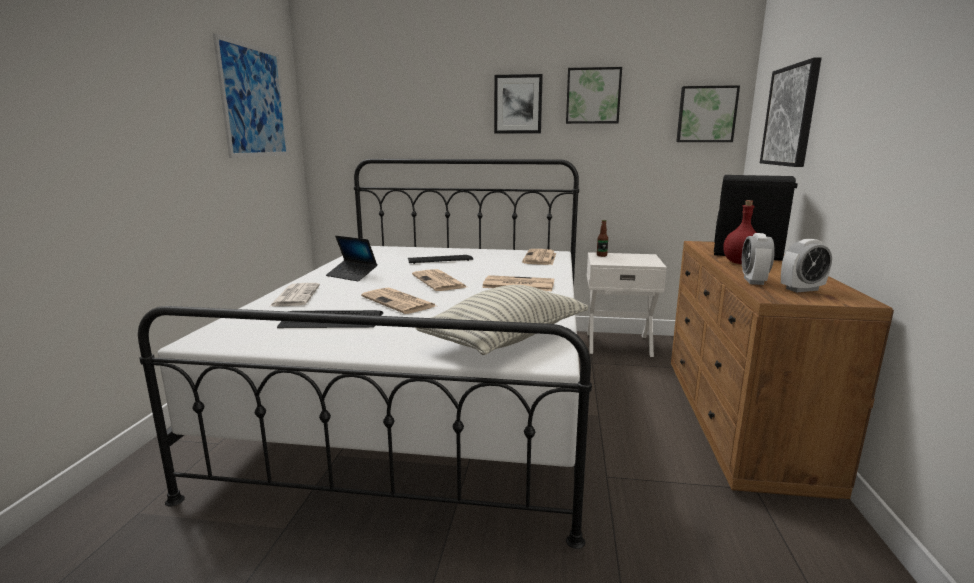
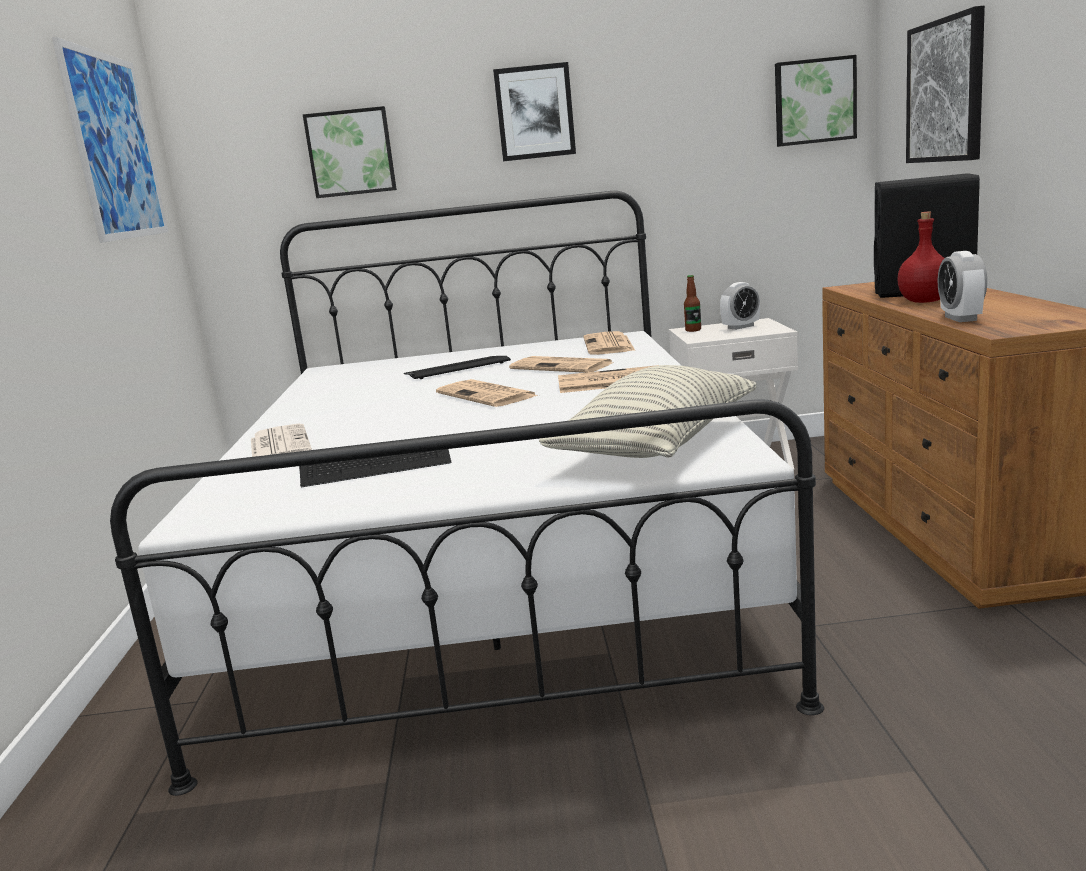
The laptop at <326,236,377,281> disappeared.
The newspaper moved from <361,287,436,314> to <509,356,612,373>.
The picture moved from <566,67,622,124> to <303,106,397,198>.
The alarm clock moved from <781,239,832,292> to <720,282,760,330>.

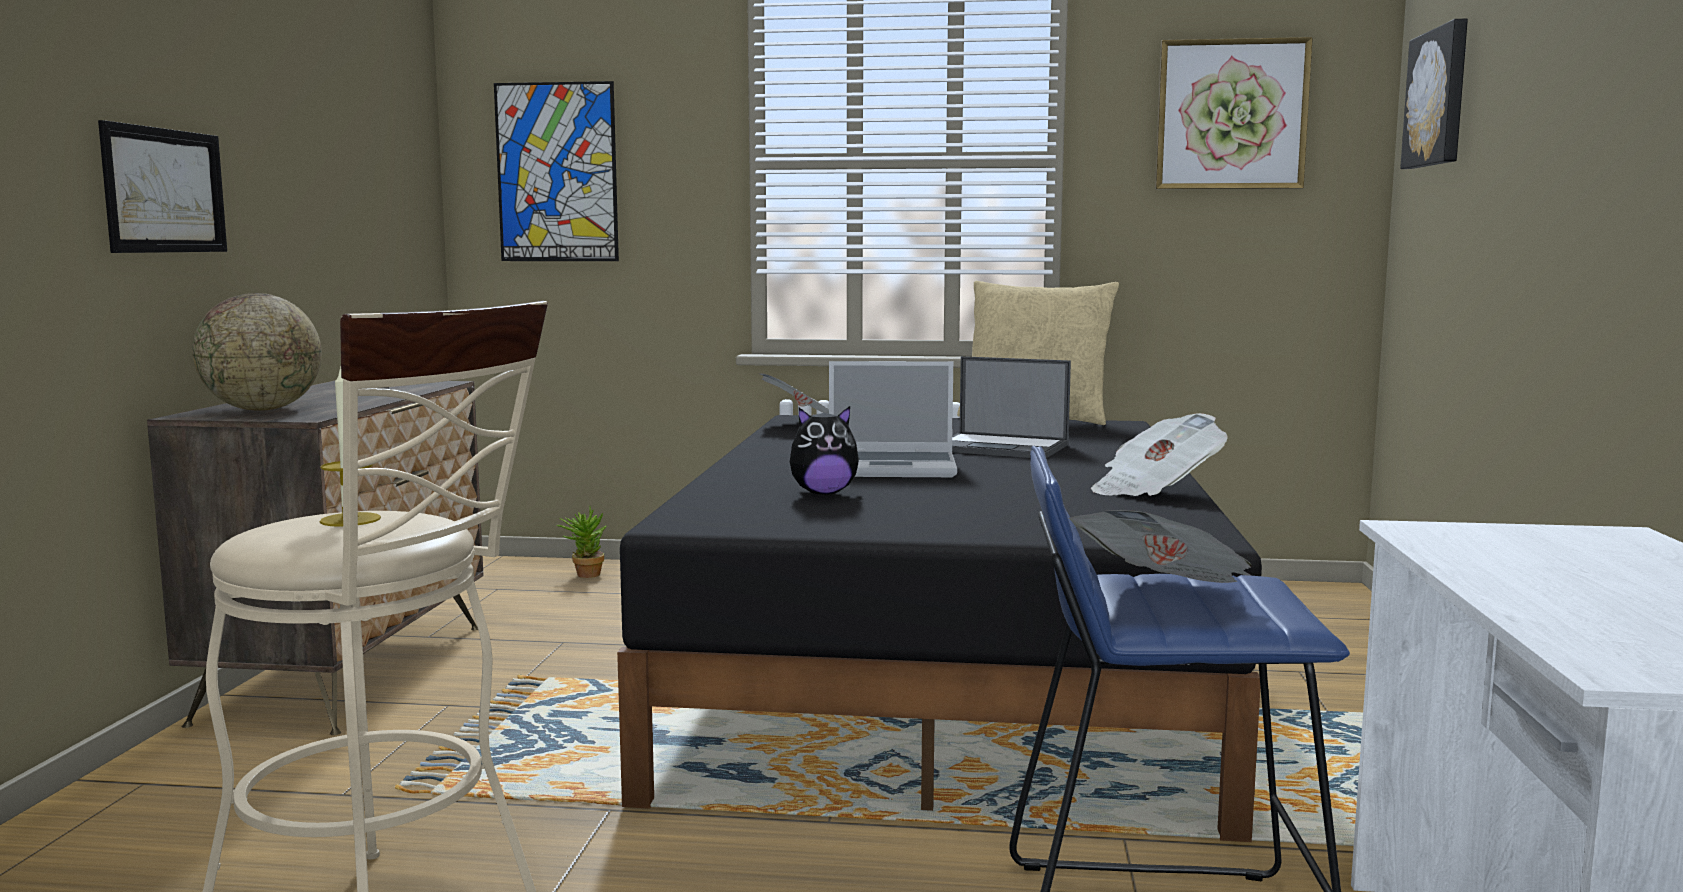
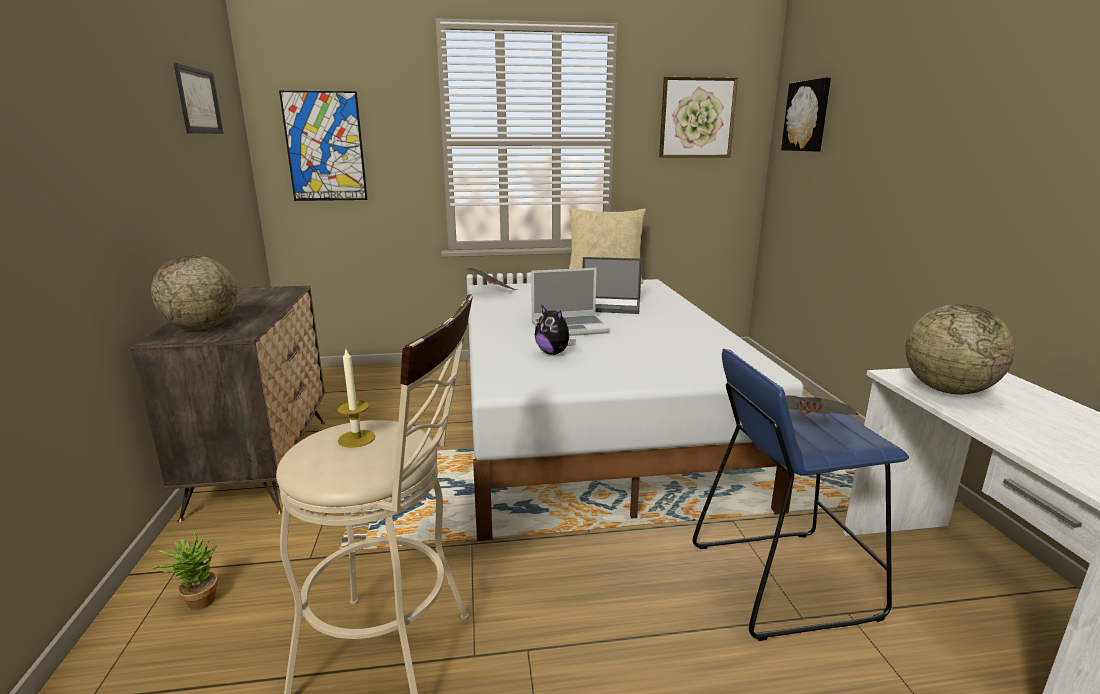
The newspaper at <1091,413,1228,496> disappeared.
The globe at <906,304,1015,395> appeared.
The picture moved from <98,120,227,253> to <174,63,224,134>.
The potted plant moved from <557,507,606,578> to <152,528,218,610>.
The bed/black at <617,415,1262,842> became the bed/white at <467,279,804,541>.
The plush toy at <790,406,860,495> turned 75 degrees clockwise.

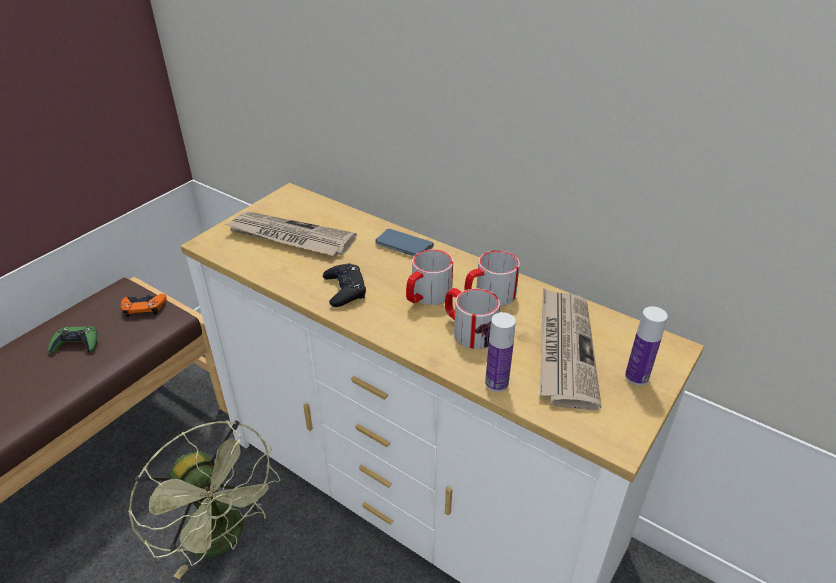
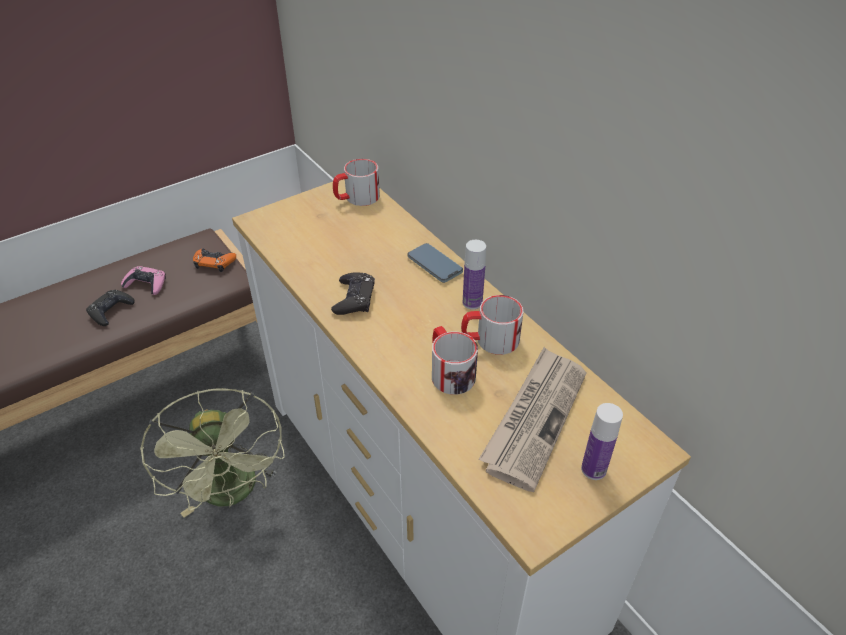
The newspaper at <225,212,357,256> disappeared.
The game controller/black at <86,289,135,326> appeared.
The mug moved from <406,249,453,305> to <333,159,380,206>.
The bottle moved from <485,312,516,392> to <463,240,486,310>.
The game controller/green at <48,326,97,354> became the game controller/pink at <121,266,166,295>.

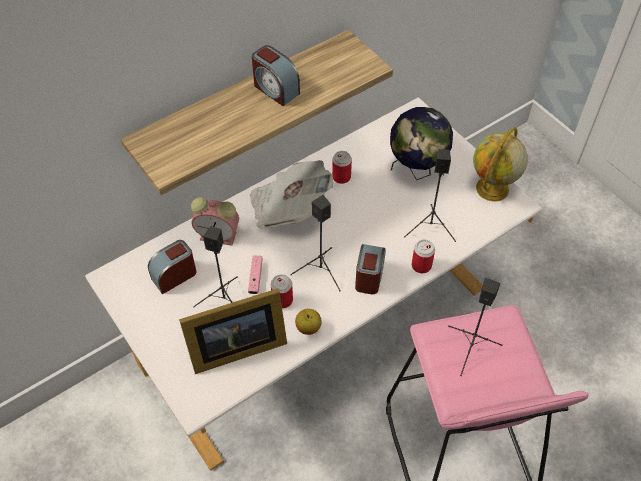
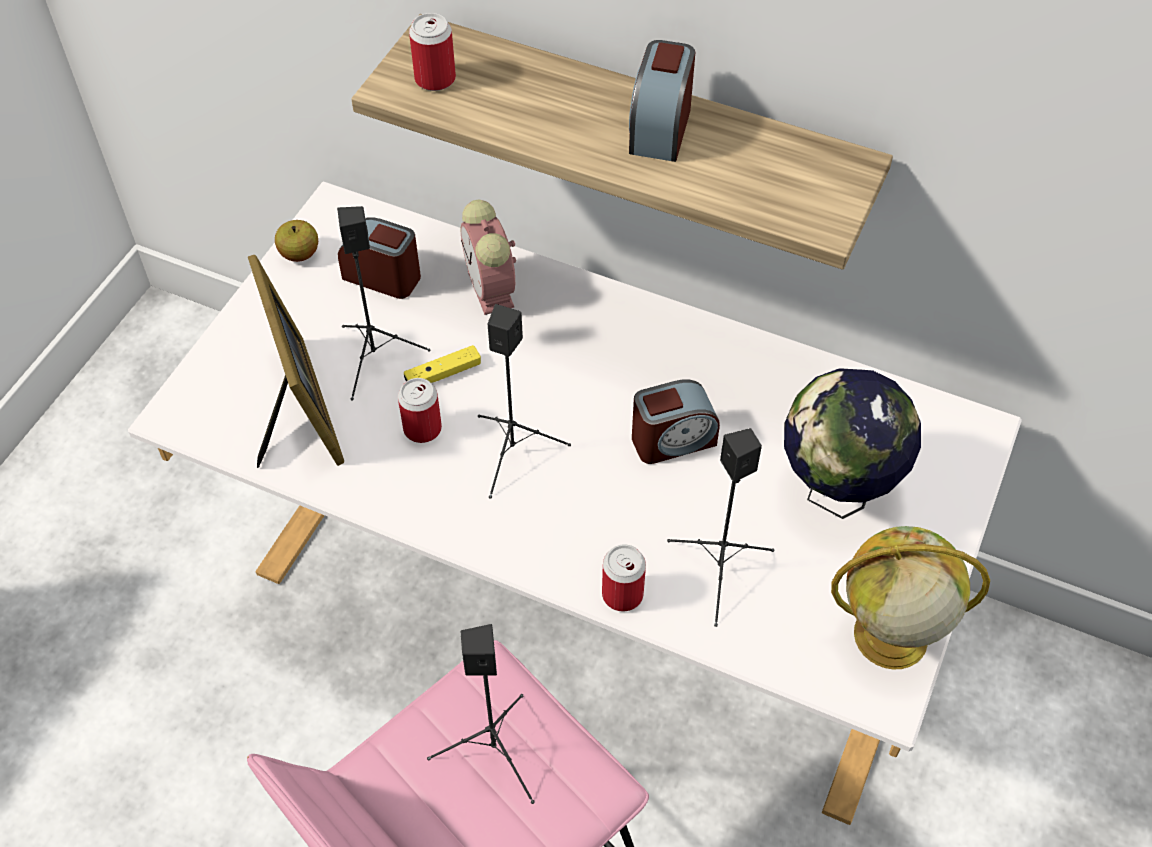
The newspaper at <250,160,333,228> disappeared.
The apple moved from <295,309,322,335> to <275,220,318,262>.
The can moved from <332,151,352,184> to <409,13,456,91>.
The alarm clock moved from <355,244,386,294> to <632,380,720,464>.
The game controller/pink at <248,256,262,294> became the game controller/yellow at <404,345,481,383>.
The picture frame at <179,288,287,374> turned 150 degrees counterclockwise.

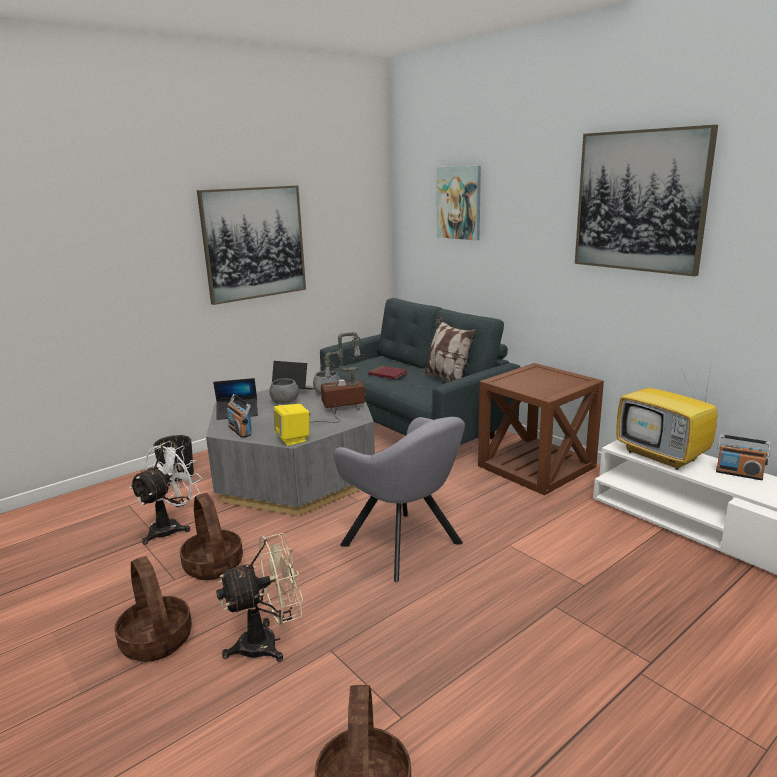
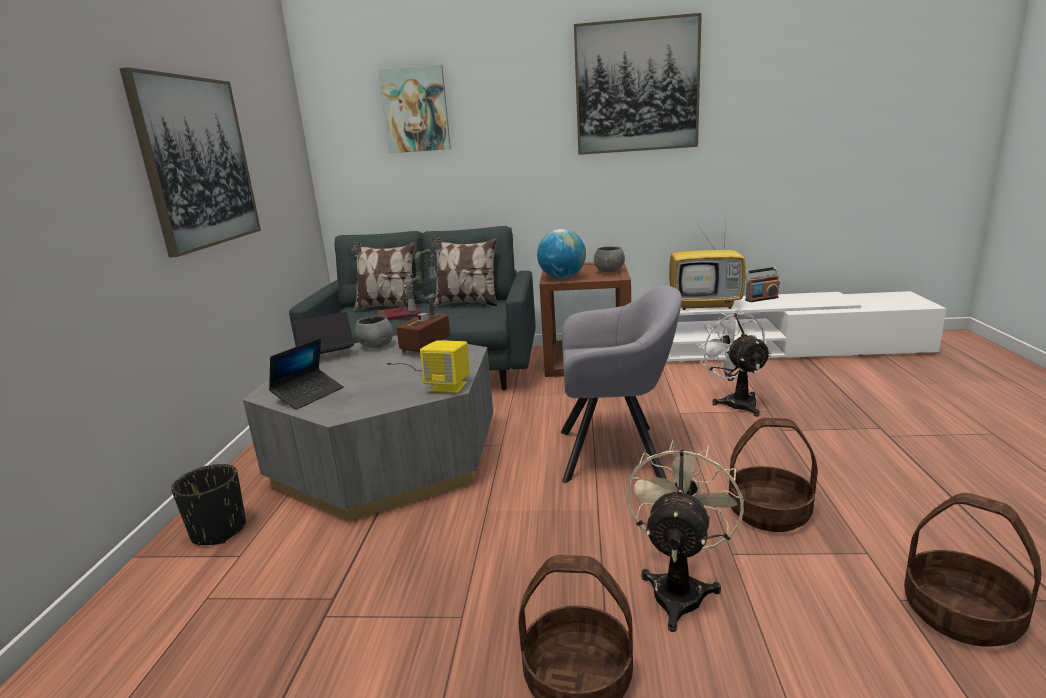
The radio at <227,394,252,438> disappeared.
The pillow at <351,242,416,311> appeared.
The globe at <537,229,586,279> appeared.
The fan/white moved from <129,441,202,545> to <697,311,772,417>.
The basket moved from <180,493,243,580> to <729,418,818,532>.
The bowl/grey moved from <269,378,299,404> to <594,246,625,272>.

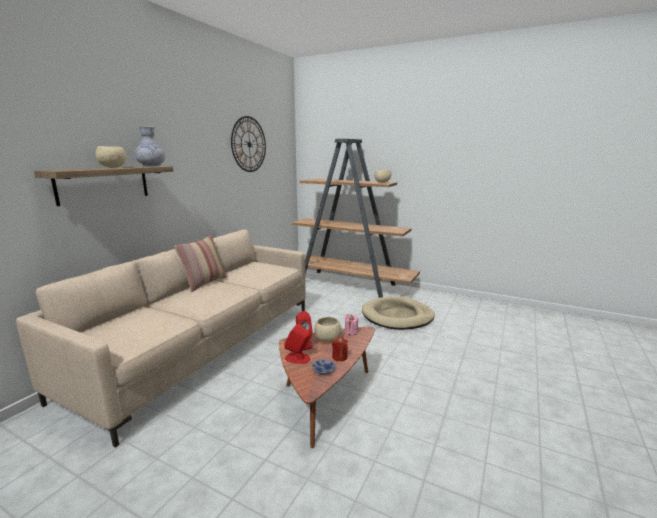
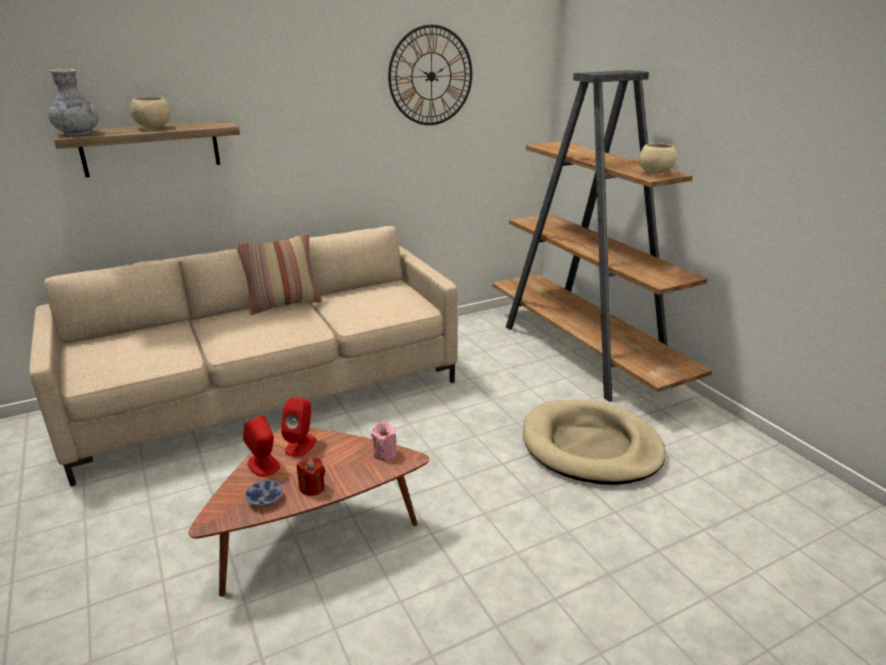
The bowl/beige at <314,317,342,342> disappeared.
The vase moved from <135,126,165,166> to <48,69,99,135>.

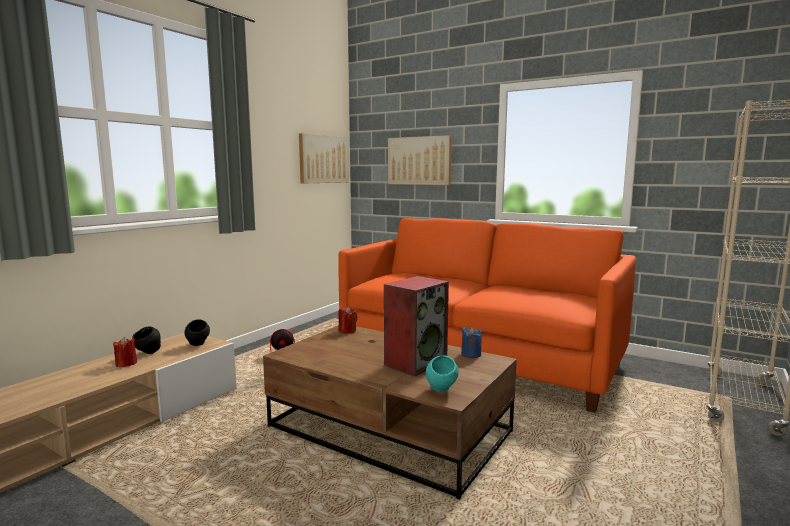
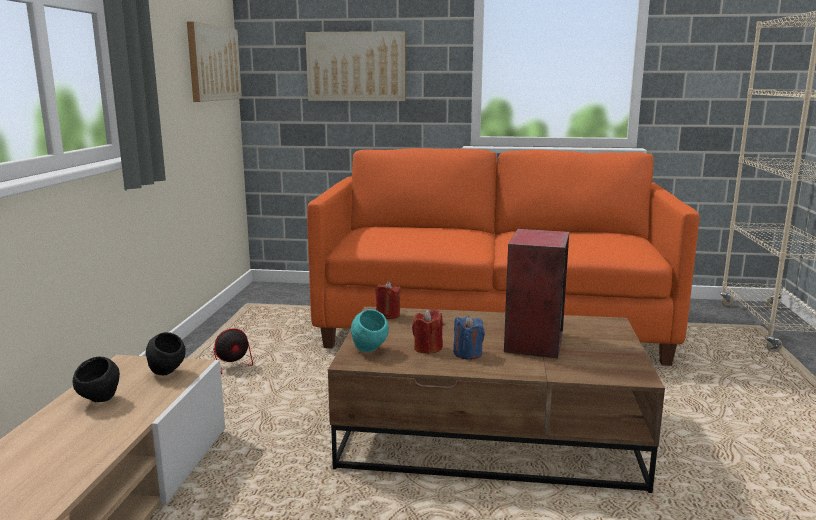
The candle/red moved from <113,337,137,367> to <412,309,443,354>.
The bowl/turquoise moved from <426,355,459,392> to <351,309,389,352>.
The candle/blue moved from <461,327,482,358> to <453,315,485,359>.

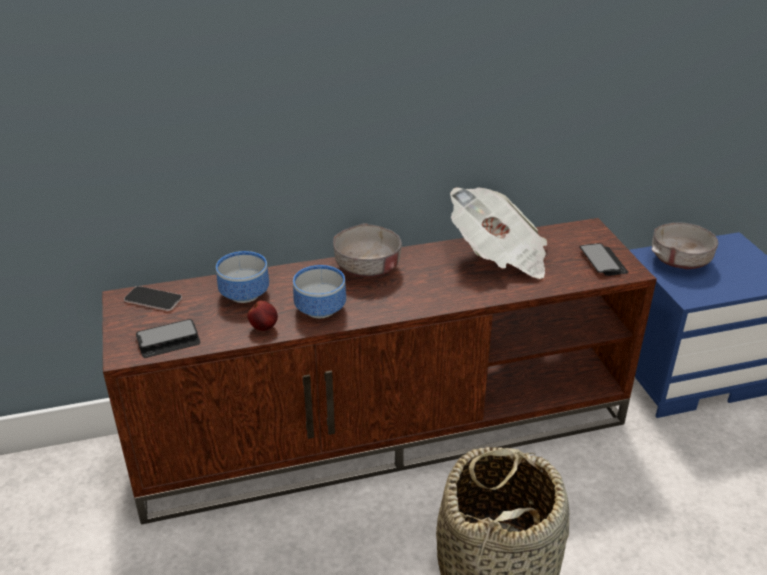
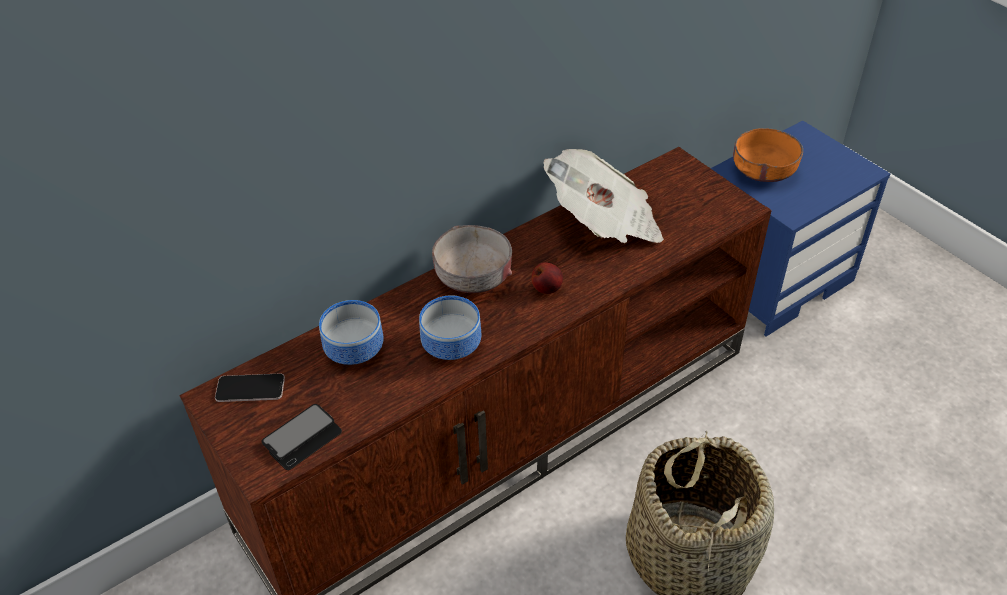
The phone at <580,243,628,276> disappeared.
The apple moved from <247,301,278,331> to <531,262,563,294>.
The bowl/grey at <652,223,718,269> became the bowl/orange at <733,128,803,182>.

